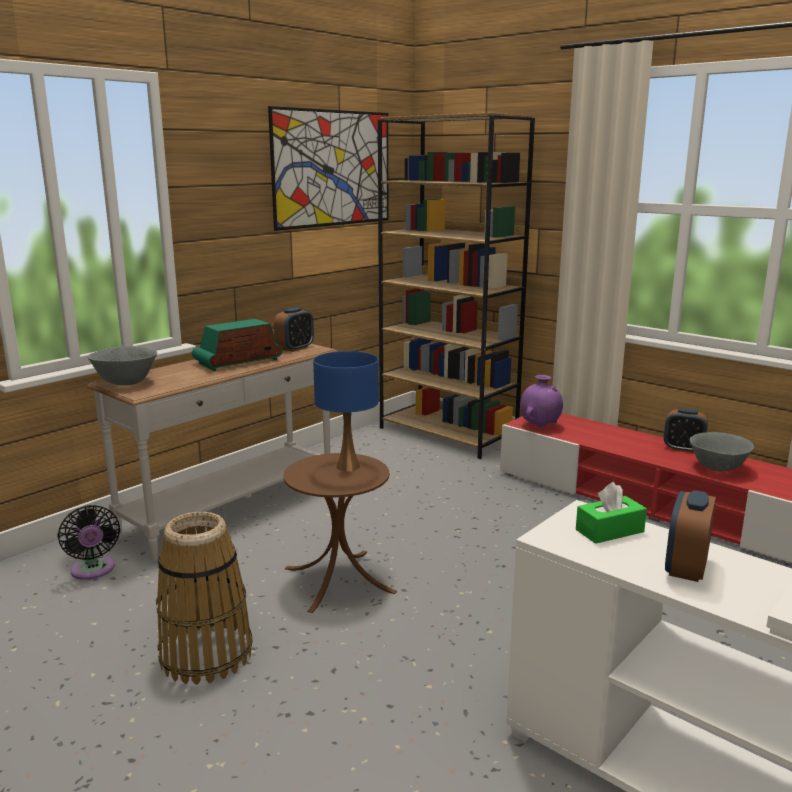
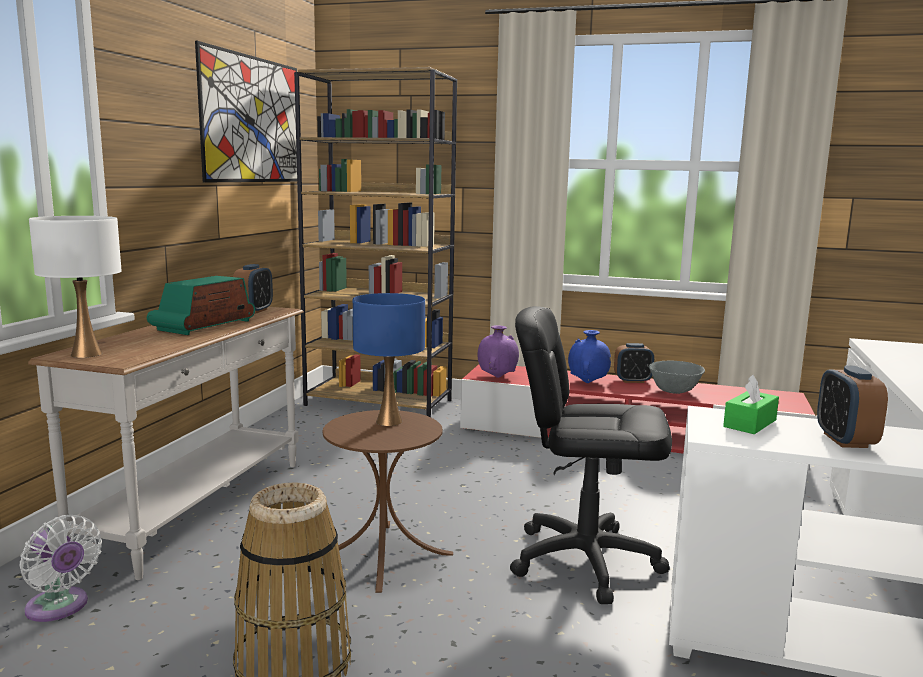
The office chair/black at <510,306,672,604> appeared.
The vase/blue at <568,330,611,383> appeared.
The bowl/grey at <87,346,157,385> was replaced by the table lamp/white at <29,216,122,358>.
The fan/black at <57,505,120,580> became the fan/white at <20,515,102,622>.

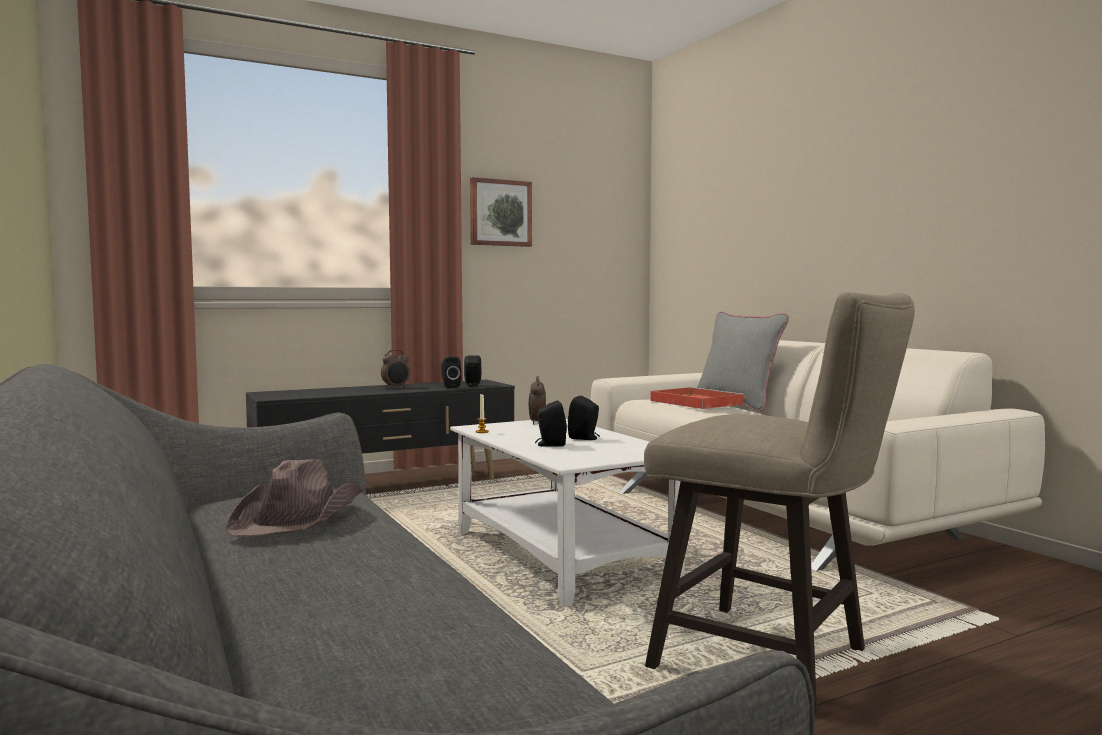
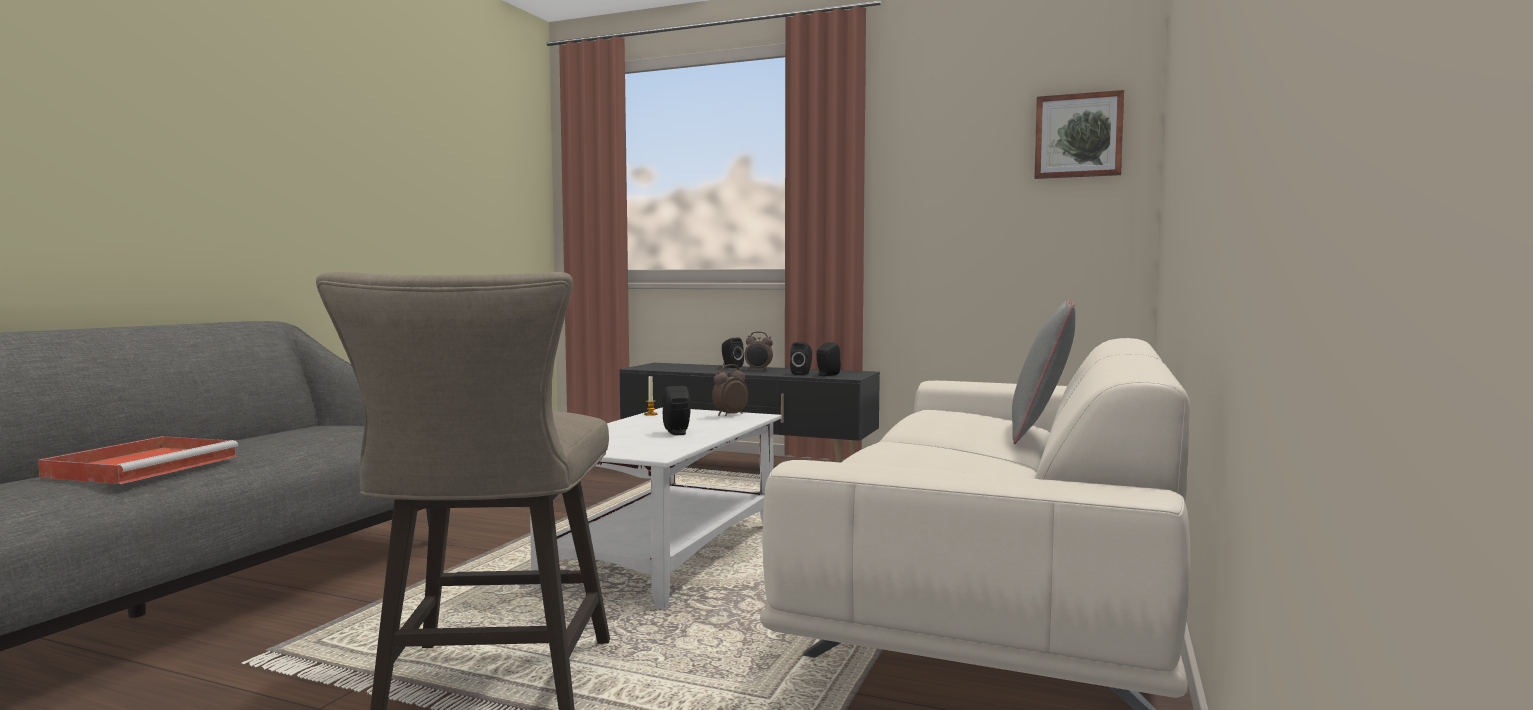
The hat/brown at <225,459,362,537> disappeared.
The picture moved from <470,177,532,247> to <1035,90,1124,179>.
The speaker/black moved from <535,400,567,447> to <722,337,744,368>.
The tray/red moved from <650,387,745,409> to <38,436,238,484>.

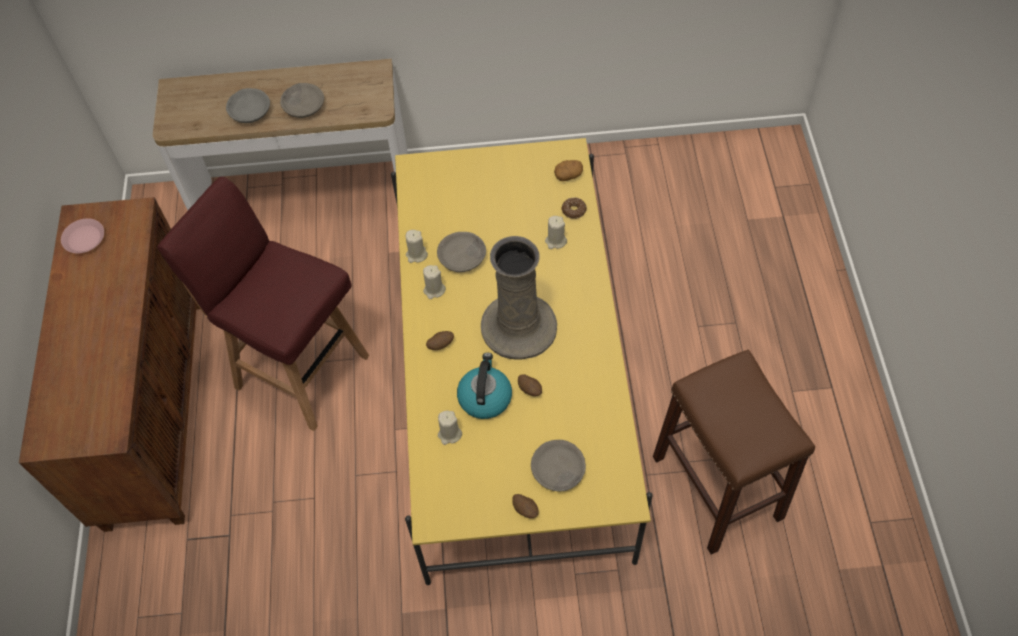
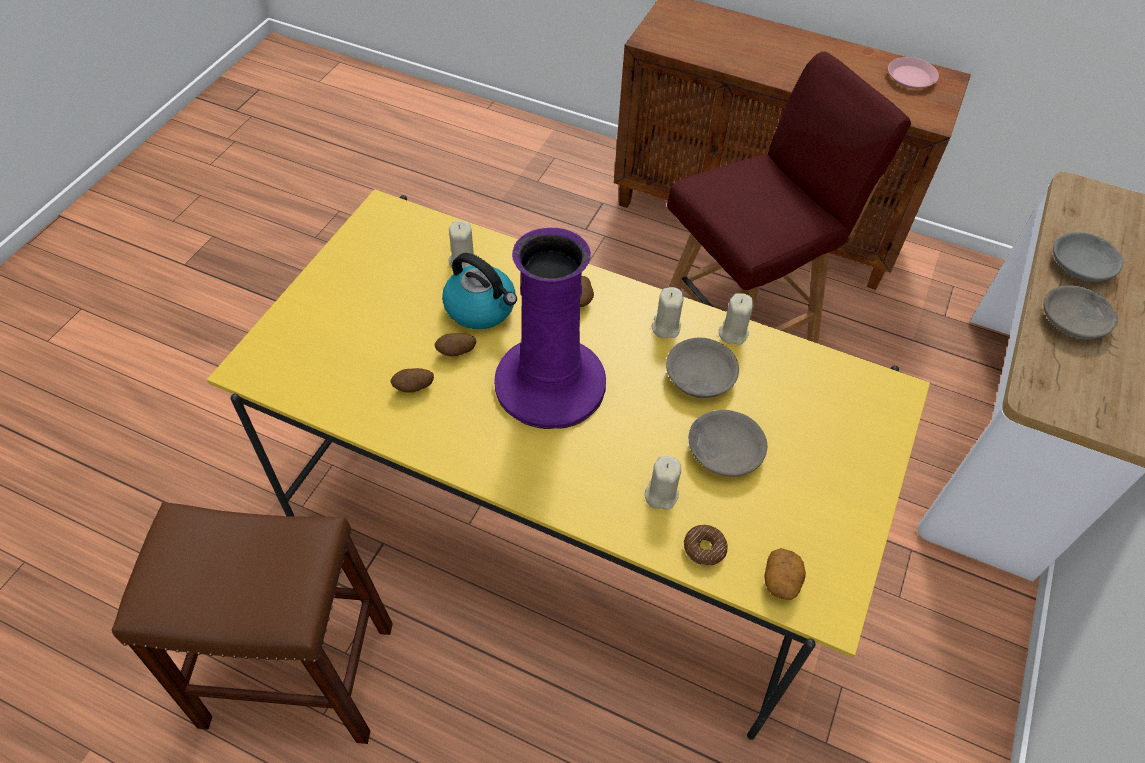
The potato moved from <512,494,539,518> to <391,368,434,393>.
The bowl/grey moved from <531,440,586,492> to <689,410,767,477>.
The vase/beige at <481,236,557,360> became the vase/purple at <494,228,606,429>.

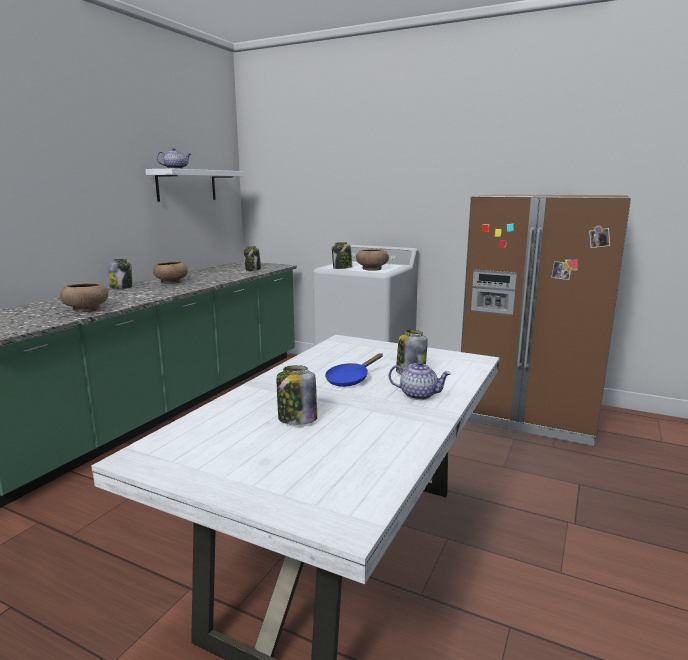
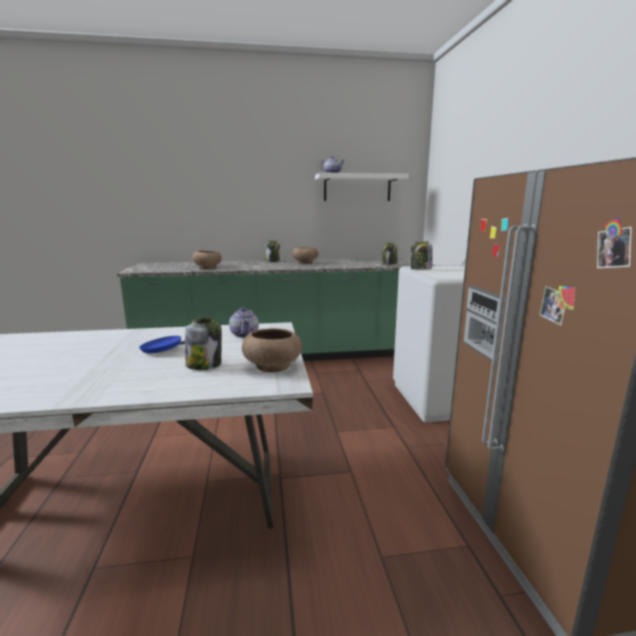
The jar at <277,365,317,425> disappeared.
The bowl/brown moved from <356,249,389,270> to <242,328,302,372>.
The teapot moved from <389,361,451,400> to <229,307,259,338>.

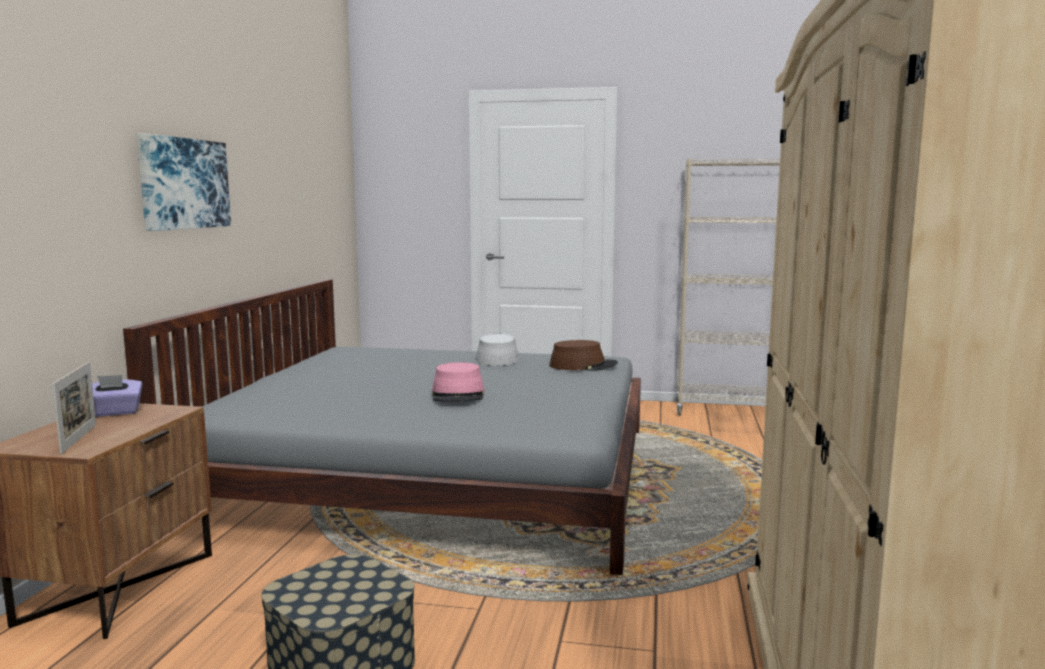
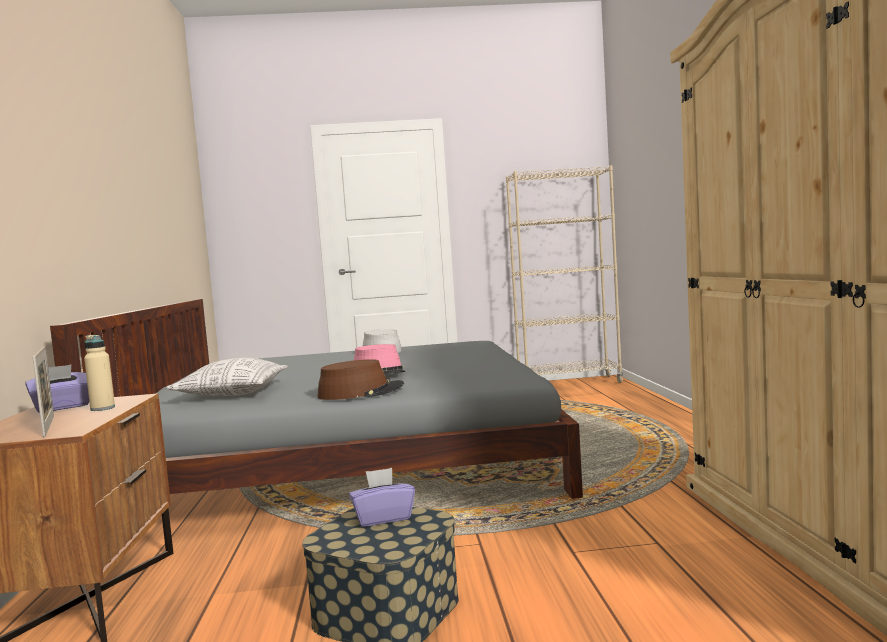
The picture at <137,133,231,231> disappeared.
The bottle/beige at <84,335,115,411> appeared.
The pillow at <166,358,288,396> appeared.
The tissue box/purple at <349,468,415,527> appeared.
The hat/brown moved from <550,340,618,371> to <317,359,404,400>.

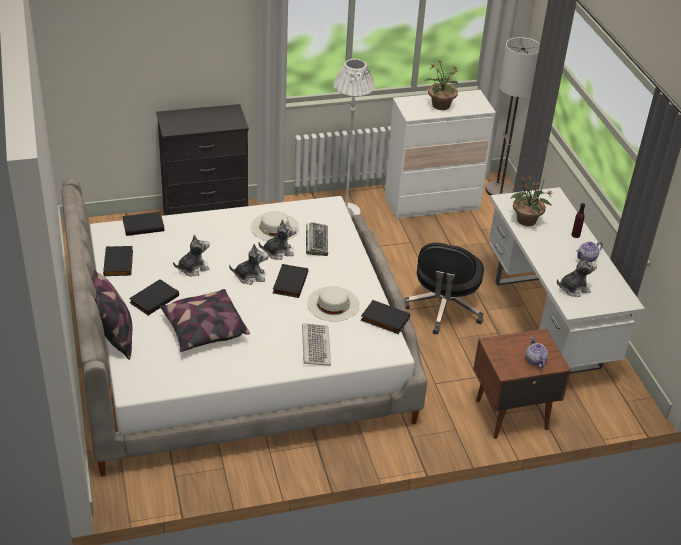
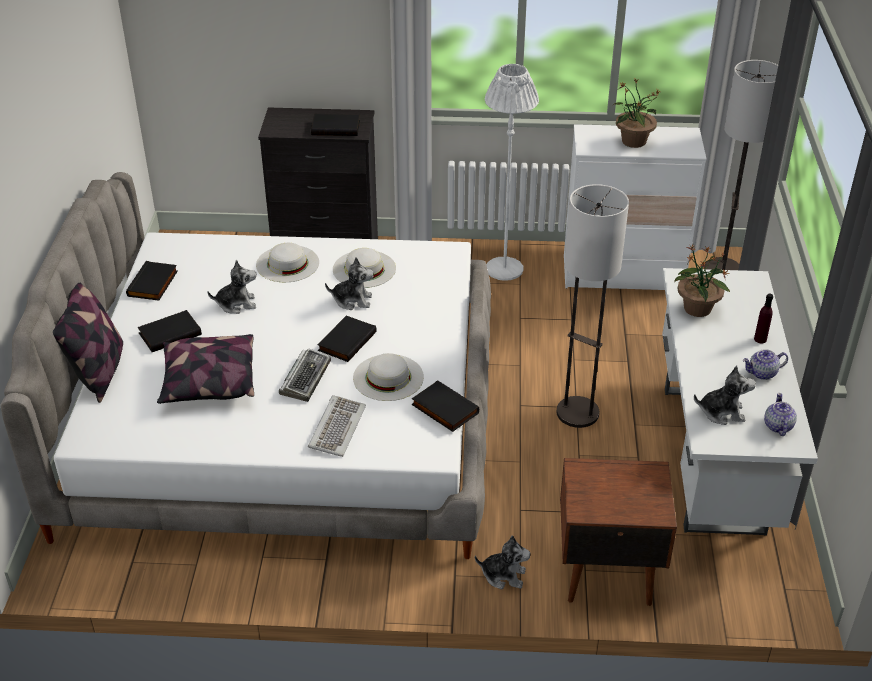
The hat/white at <256,243,319,282> appeared.
The book/black moved from <122,212,164,236> to <311,114,360,136>.
The plush toy moved from <229,244,268,285> to <475,535,530,589>.
The keyboard moved from <306,222,328,256> to <279,348,331,402>.
The teapot moved from <526,337,548,368> to <764,393,797,436>.
The office chair/black at <404,243,484,335> was replaced by the floor lamp at <557,184,629,428>.

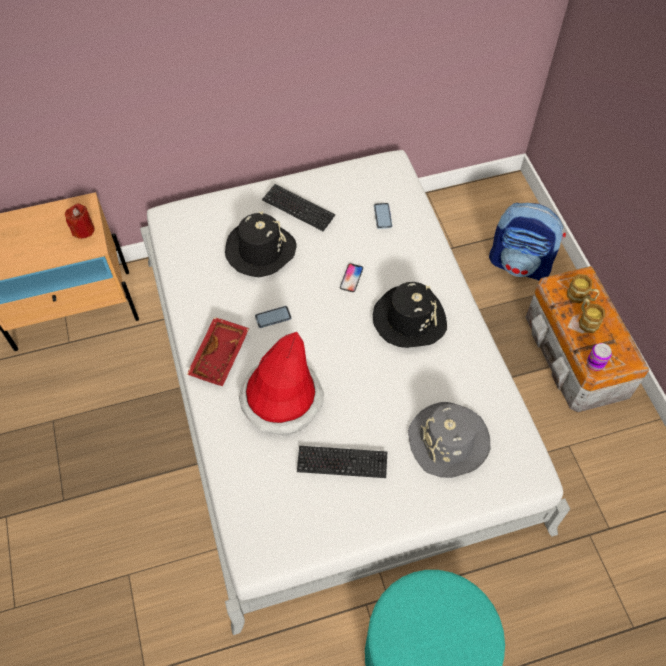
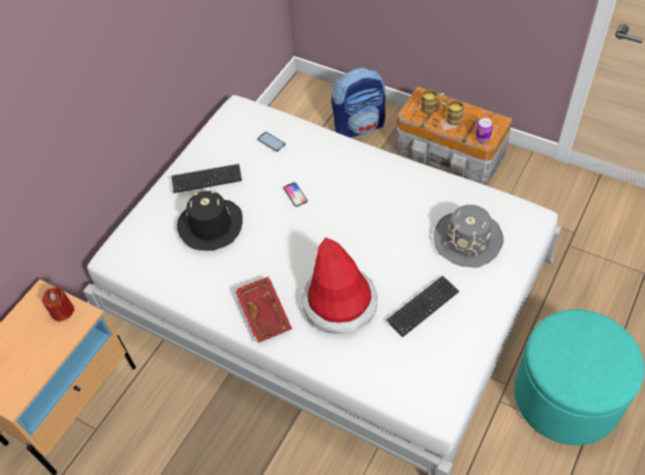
The phone at <255,306,291,328> disappeared.
The hat/black at <373,282,447,348> disappeared.

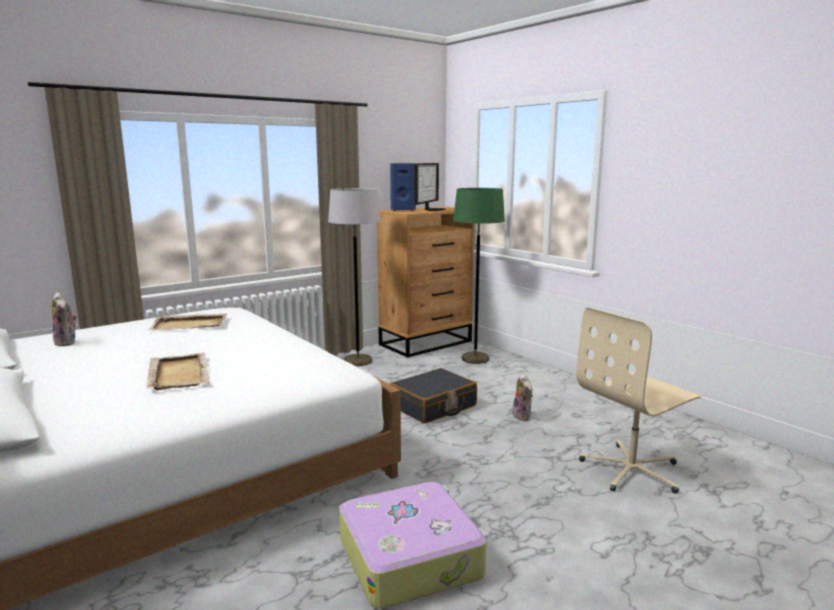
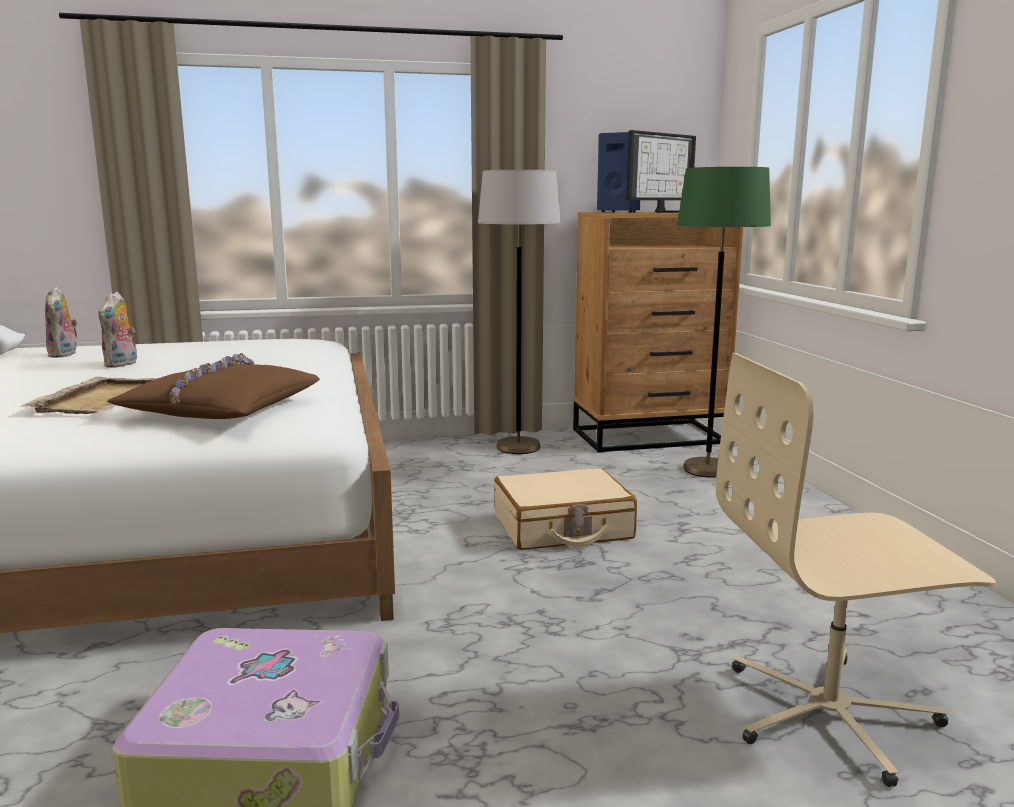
The tray/beige at <149,313,228,330> disappeared.
The pillow/brown at <107,353,320,419> appeared.
The plush toy moved from <512,373,533,421> to <98,291,137,368>.
The suitcase/black at <390,368,477,423> became the suitcase/beige at <494,468,637,550>.

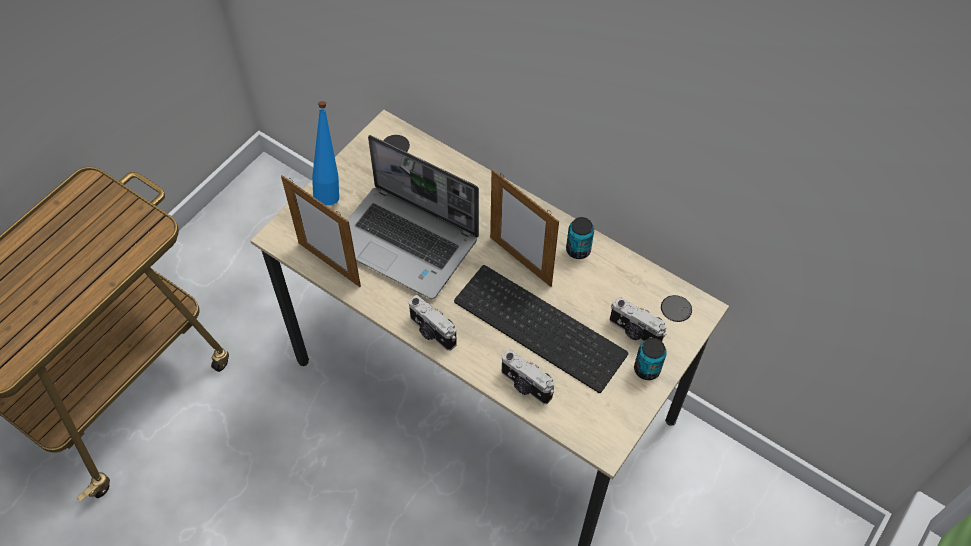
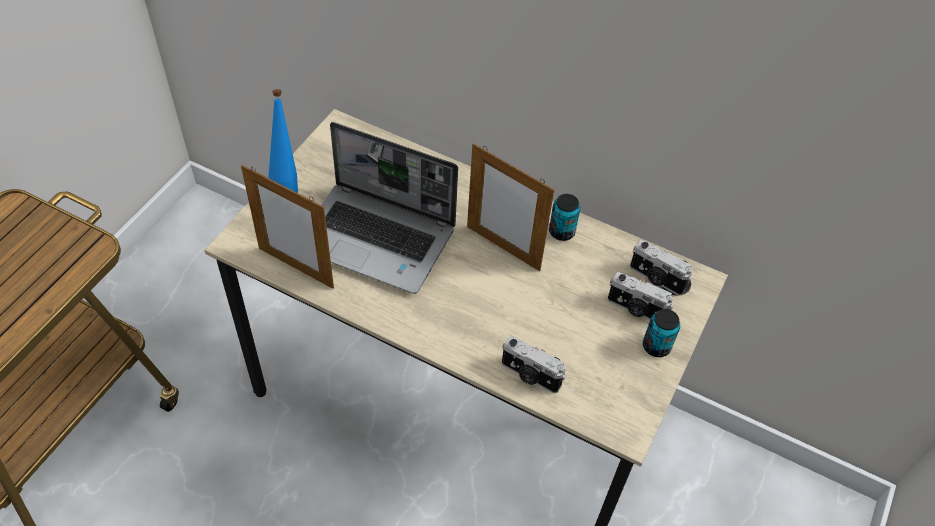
The keyboard at <454,265,628,393> disappeared.
The photo camera moved from <409,295,457,351> to <630,240,693,296>.

